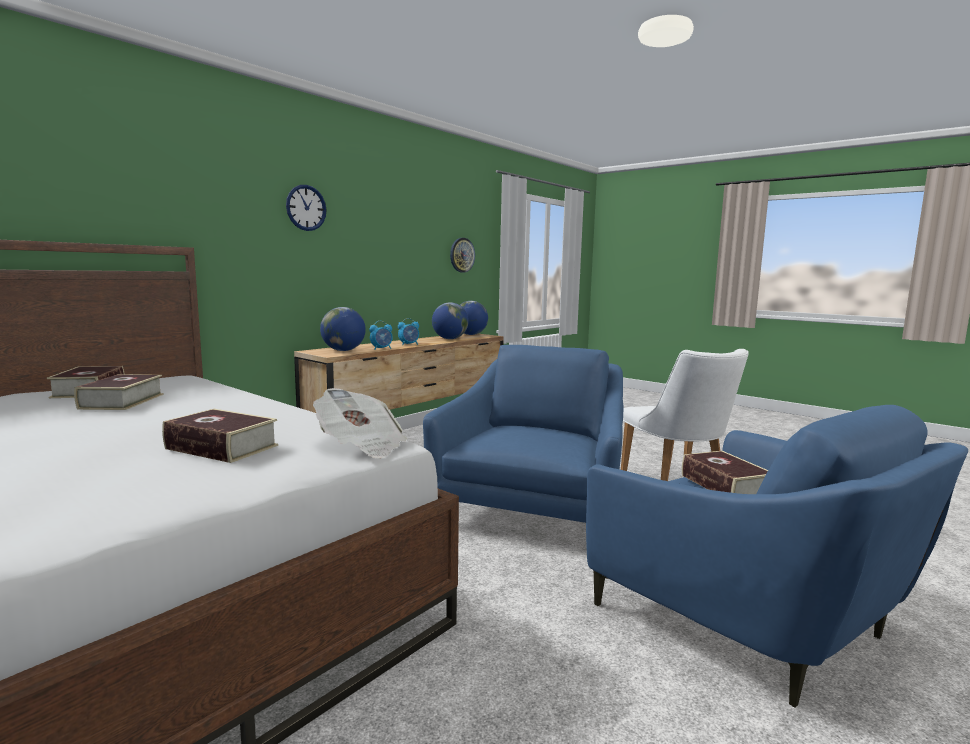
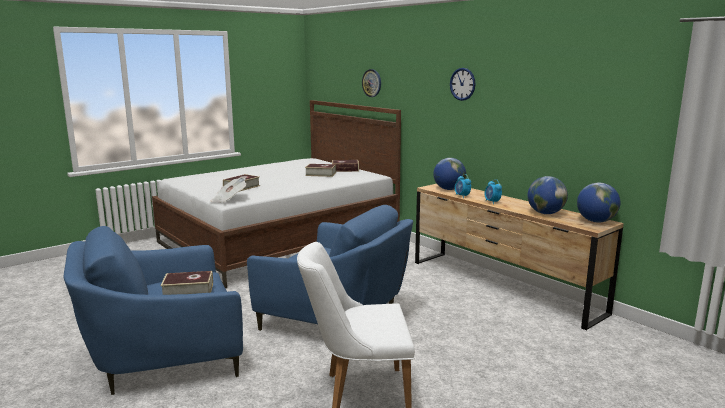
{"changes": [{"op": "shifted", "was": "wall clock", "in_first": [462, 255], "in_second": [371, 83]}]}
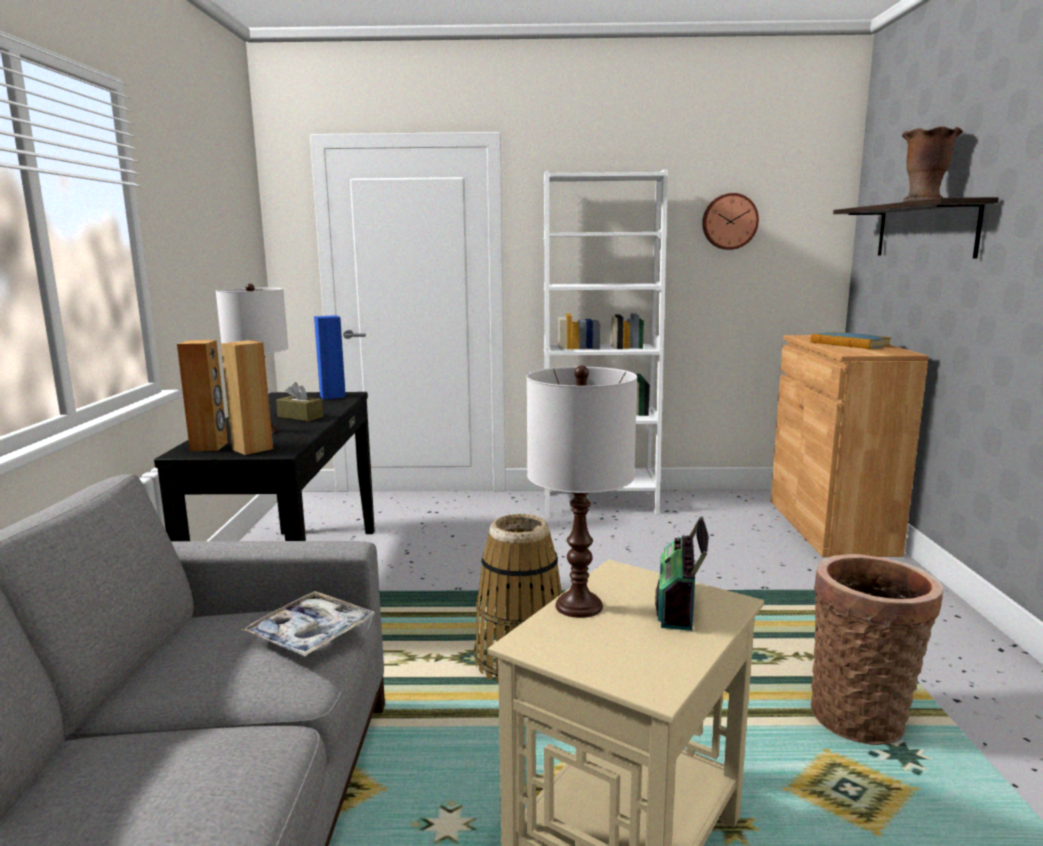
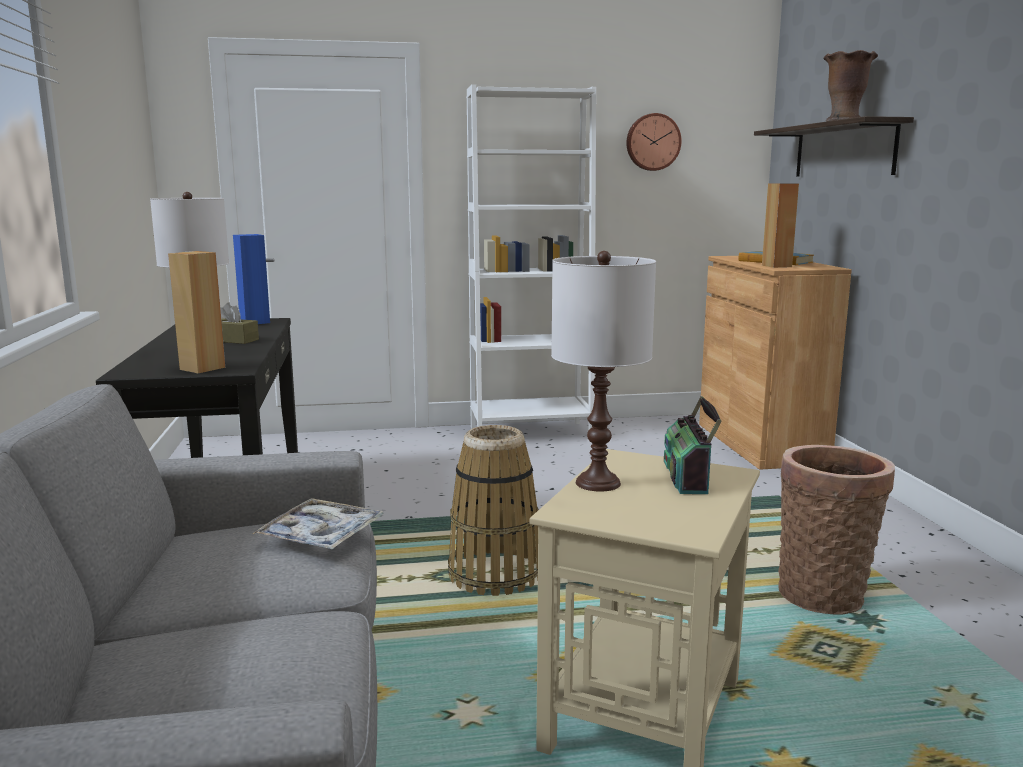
{"changes": [{"op": "shifted", "was": "speaker (brown)", "in_first": [202, 395], "in_second": [780, 225]}]}
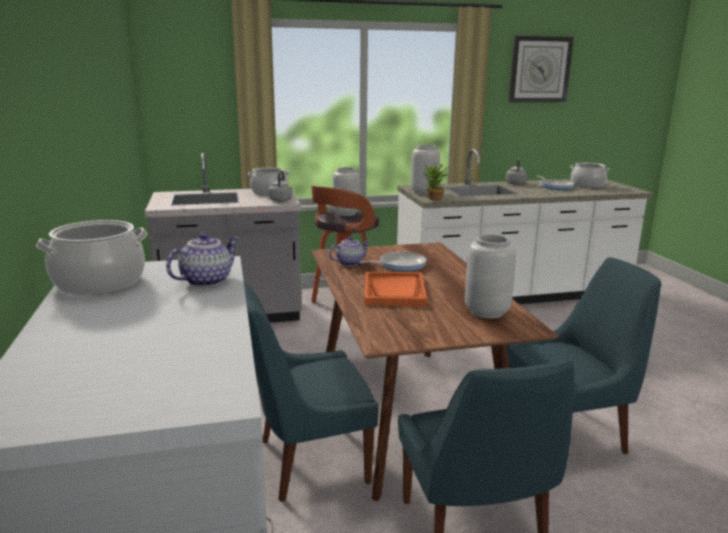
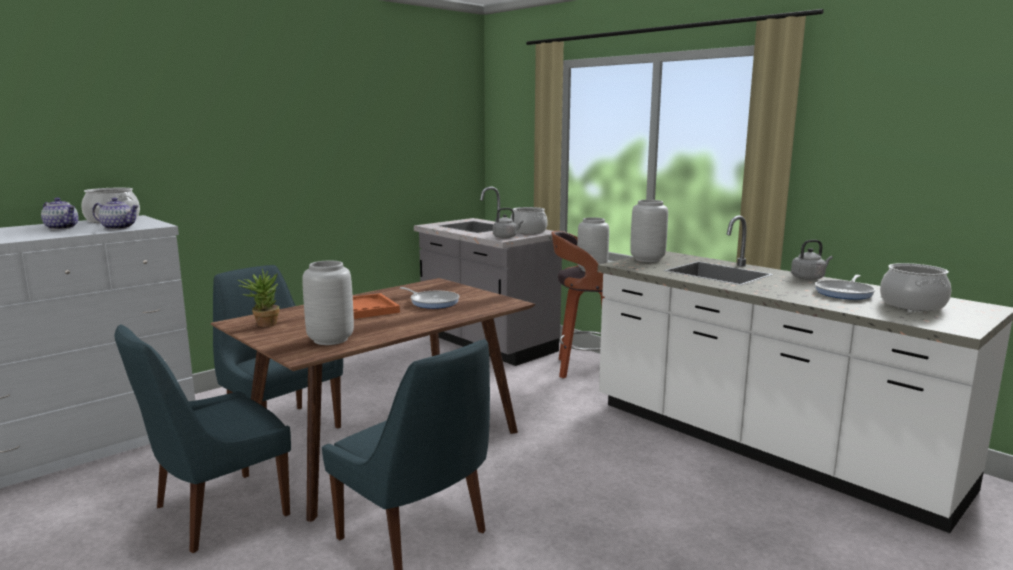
{"changes": [{"op": "shifted", "was": "teapot", "in_first": [349, 251], "in_second": [60, 213]}, {"op": "shifted", "was": "potted plant", "in_first": [436, 182], "in_second": [258, 297]}, {"op": "gone", "was": "wall clock", "in_first": [541, 69]}]}
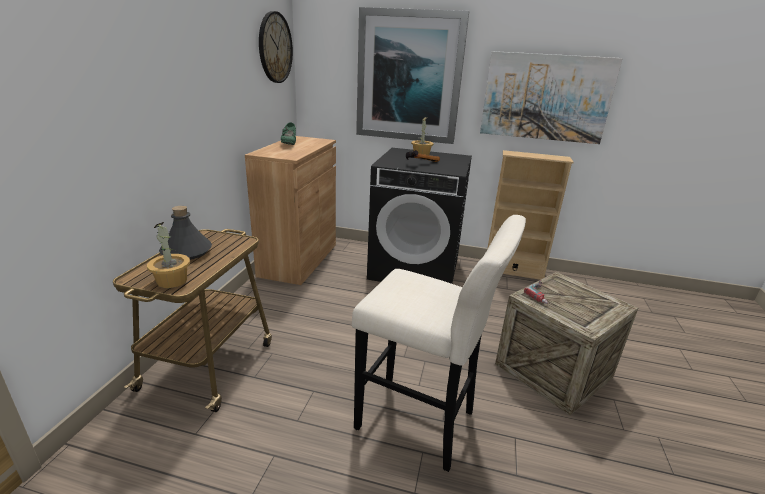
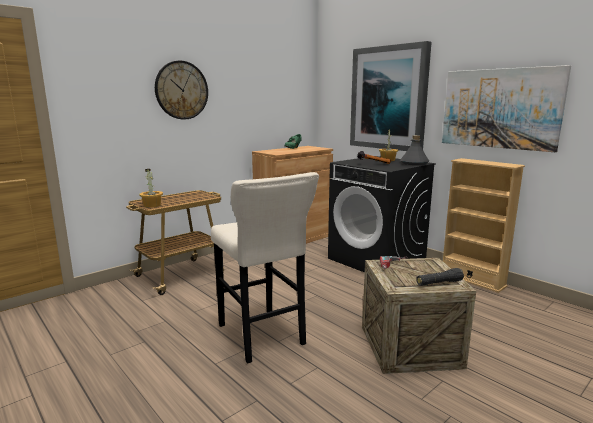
{"changes": [{"op": "shifted", "was": "bottle (grey)", "in_first": [185, 233], "in_second": [414, 150]}, {"op": "shifted", "was": "wall clock", "in_first": [276, 47], "in_second": [181, 90]}, {"op": "new", "now": "flashlight (black)", "in_second": [440, 277]}]}
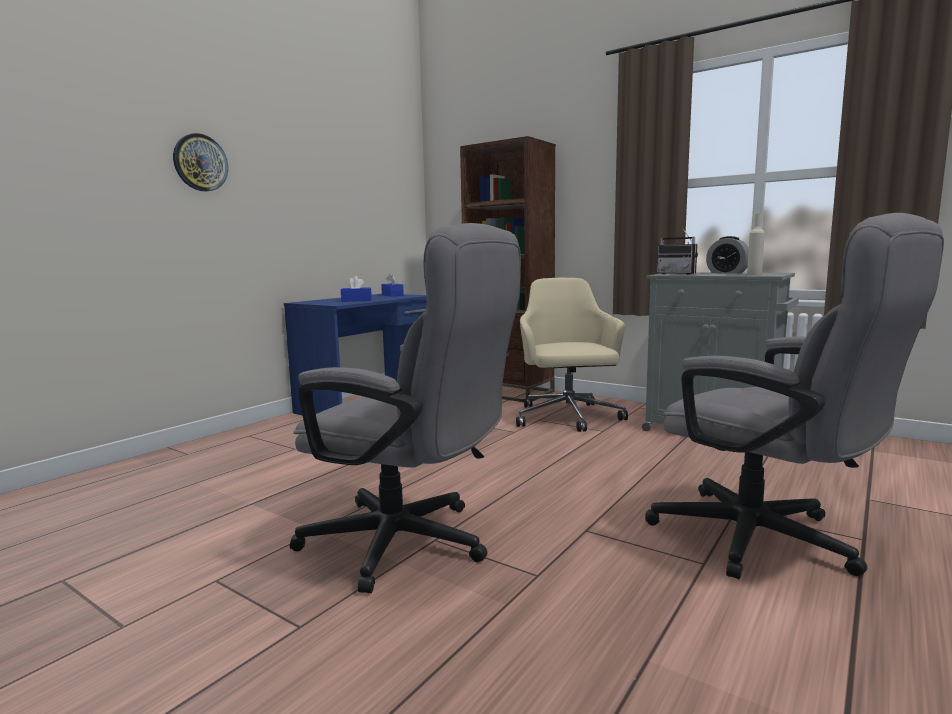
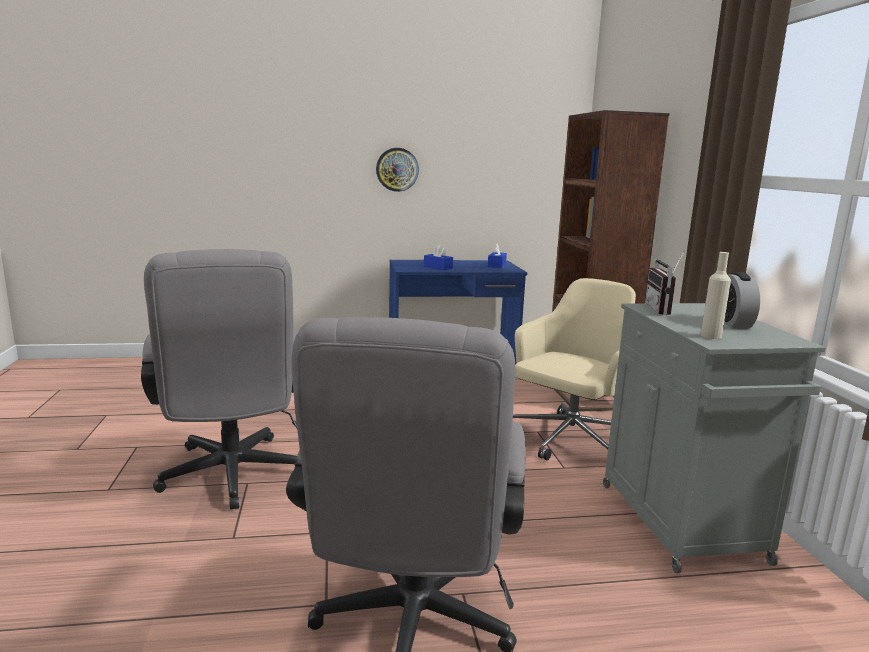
{"changes": [{"op": "shifted", "was": "wall clock", "in_first": [200, 162], "in_second": [397, 170]}]}
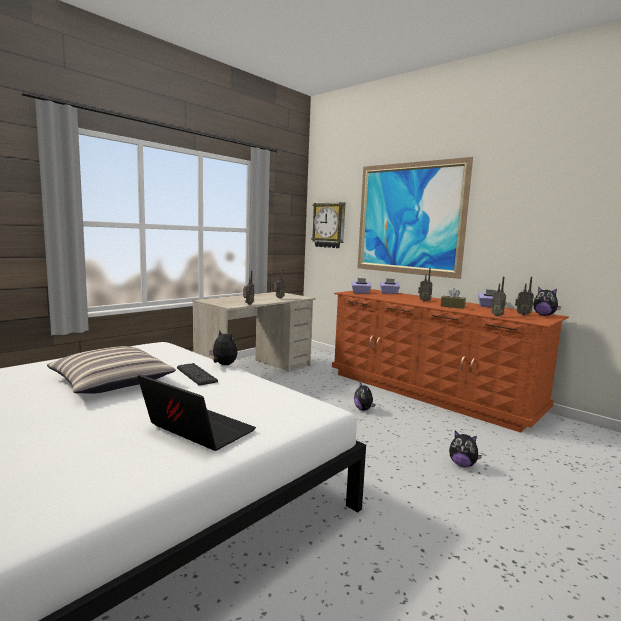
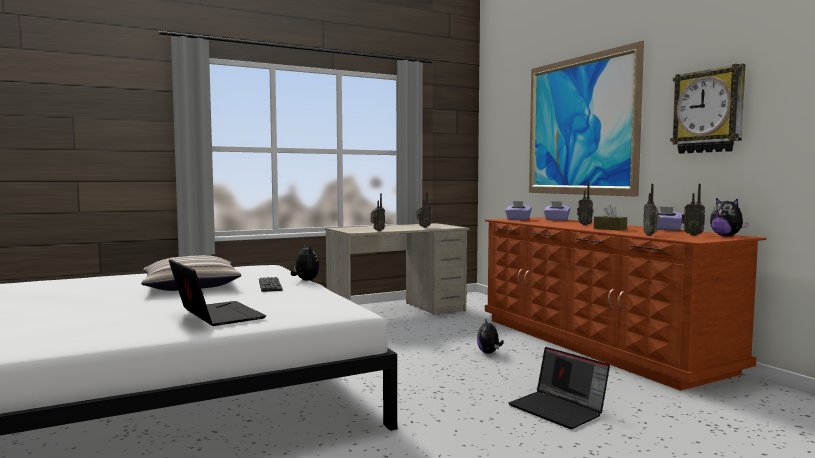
{"changes": [{"op": "shifted", "was": "wall clock", "in_first": [328, 225], "in_second": [707, 109]}, {"op": "swapped", "was": "plush toy", "now": "laptop", "in_first": [465, 449], "in_second": [559, 388]}]}
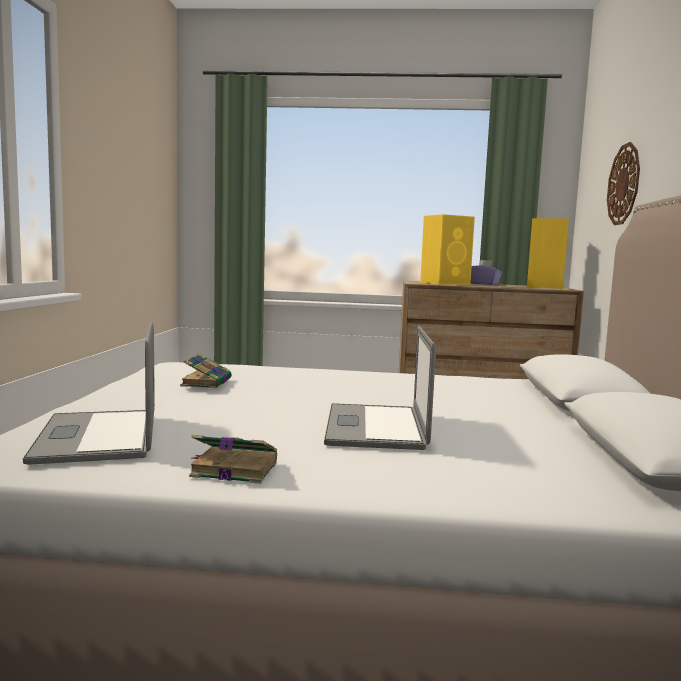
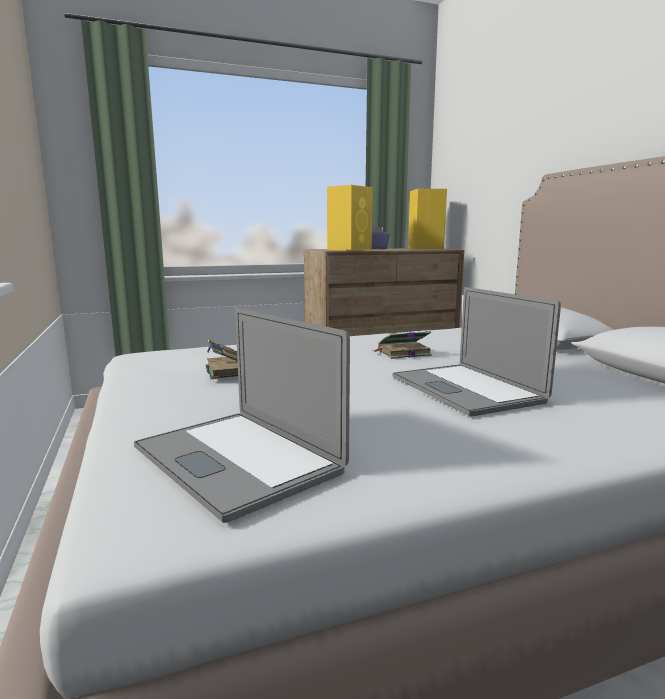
{"changes": [{"op": "shifted", "was": "book", "in_first": [233, 459], "in_second": [402, 345]}, {"op": "gone", "was": "wall clock", "in_first": [623, 183]}]}
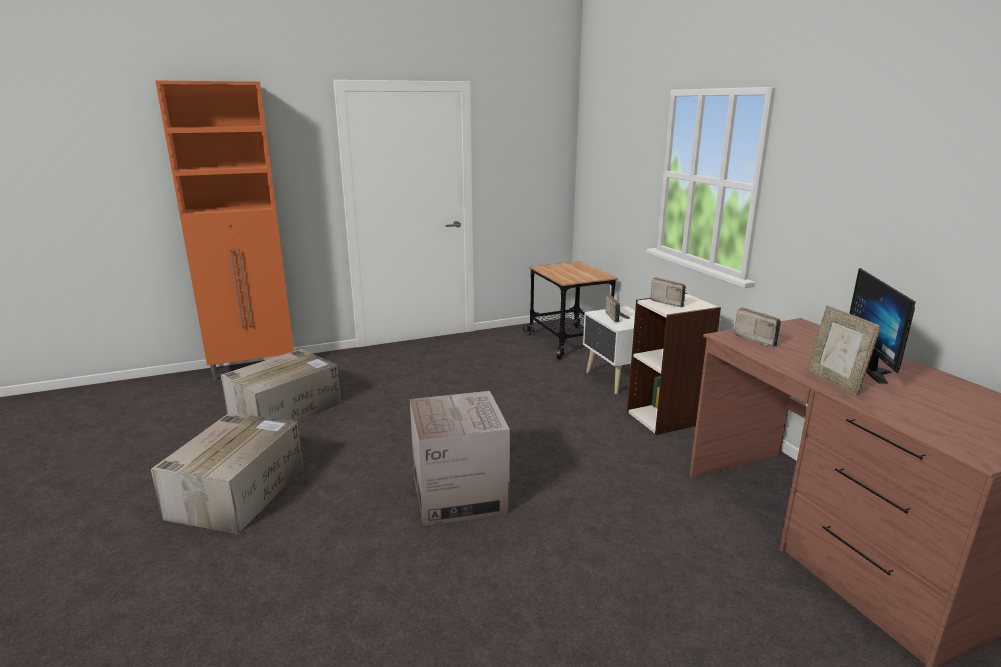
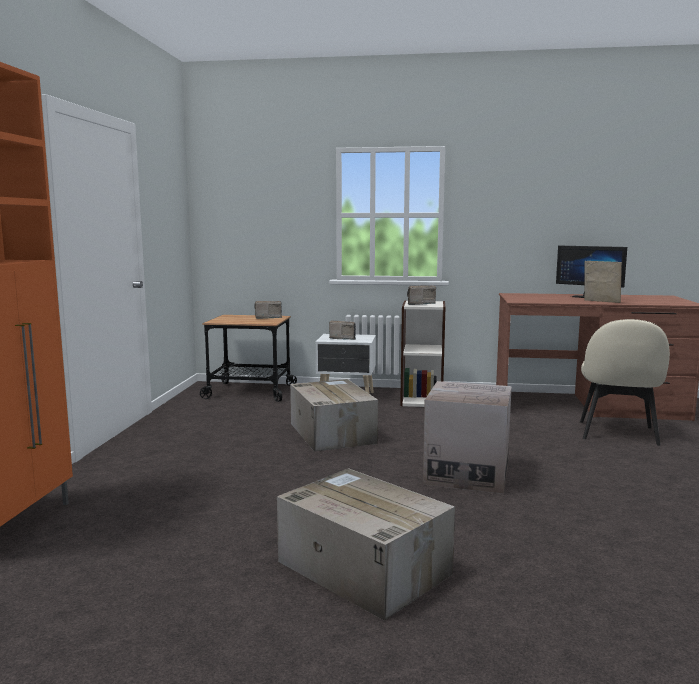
{"changes": [{"op": "shifted", "was": "cardboard box", "in_first": [281, 385], "in_second": [334, 415]}, {"op": "shifted", "was": "radio", "in_first": [757, 327], "in_second": [268, 310]}, {"op": "rotated", "was": "picture frame", "in_first": [844, 351], "in_second": [603, 282], "clockwise": -150}, {"op": "new", "now": "chair (beige)", "in_second": [625, 382]}]}
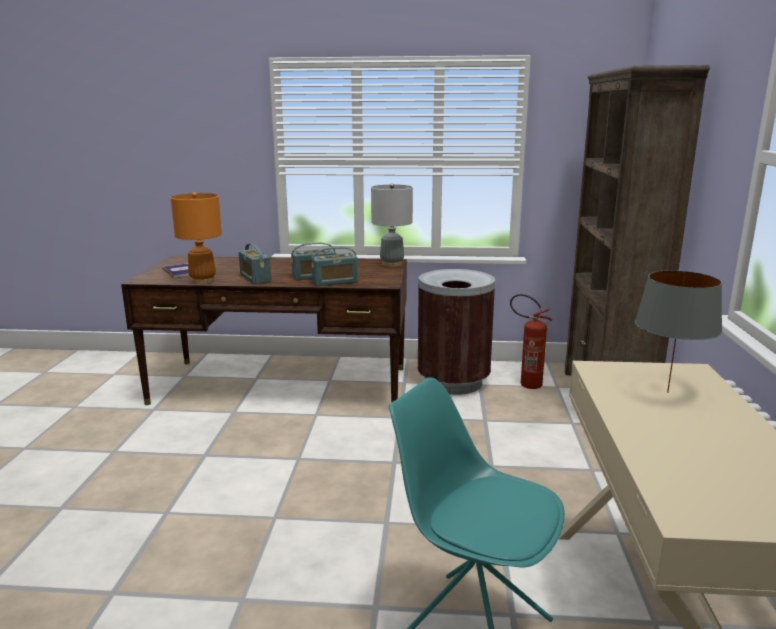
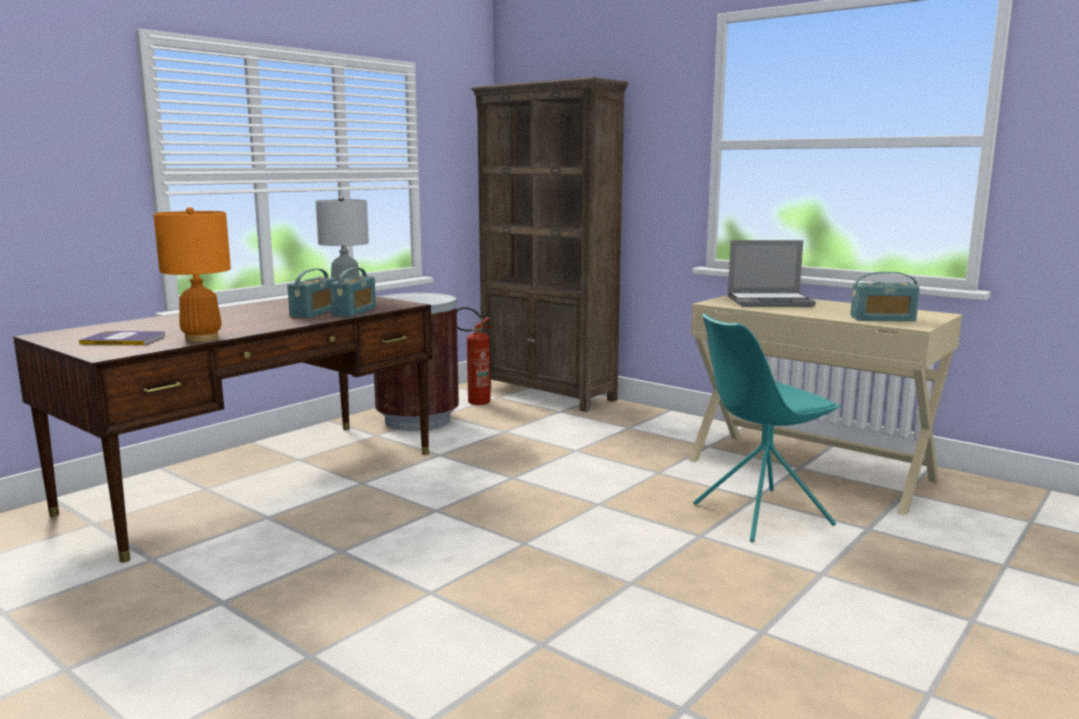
{"changes": [{"op": "shifted", "was": "radio", "in_first": [255, 263], "in_second": [885, 296]}, {"op": "swapped", "was": "table lamp (grey)", "now": "laptop", "in_first": [678, 331], "in_second": [772, 273]}]}
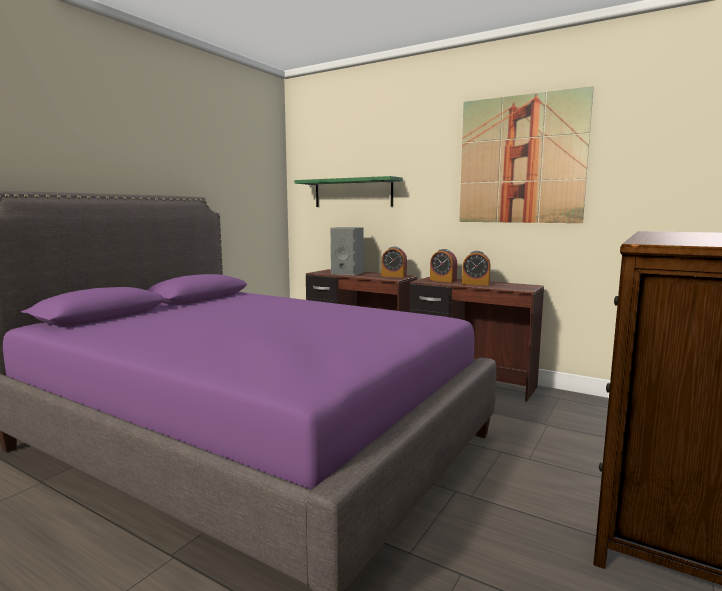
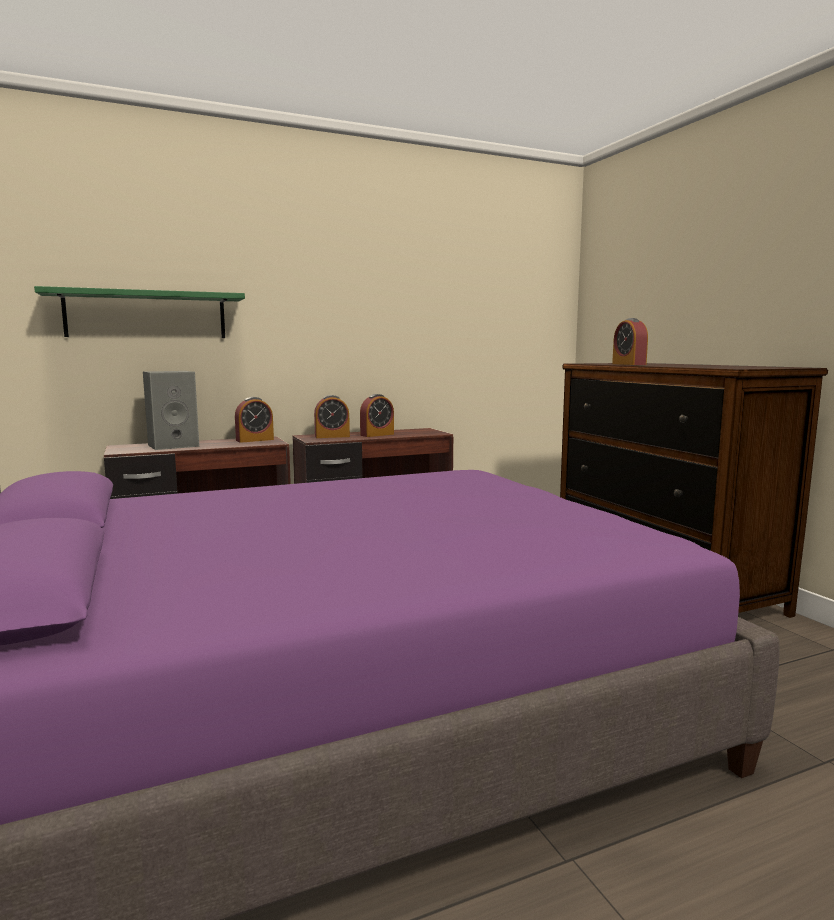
{"changes": [{"op": "gone", "was": "picture", "in_first": [526, 154]}, {"op": "new", "now": "alarm clock", "in_second": [630, 341]}]}
